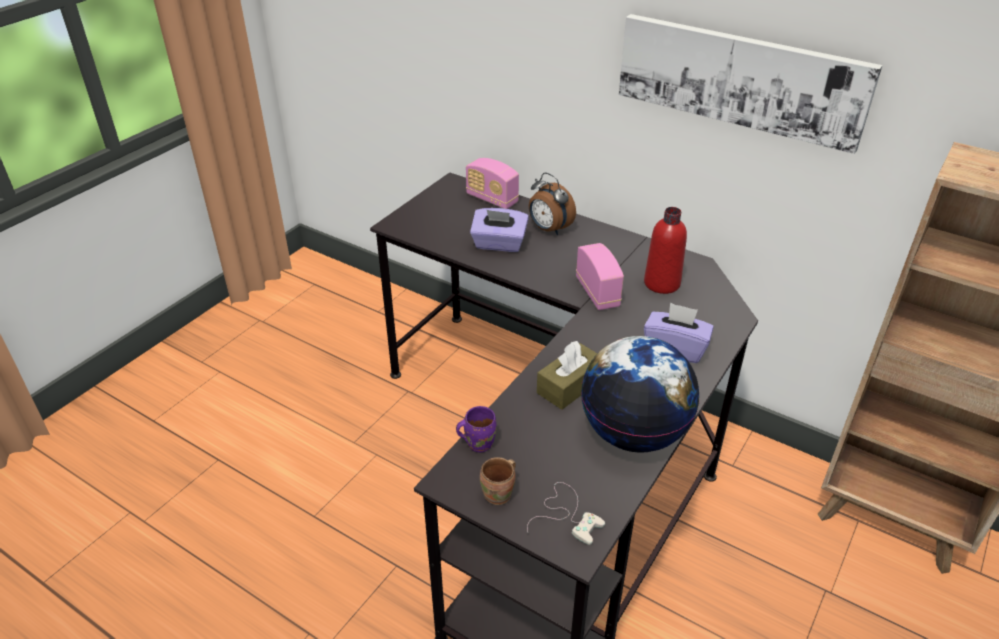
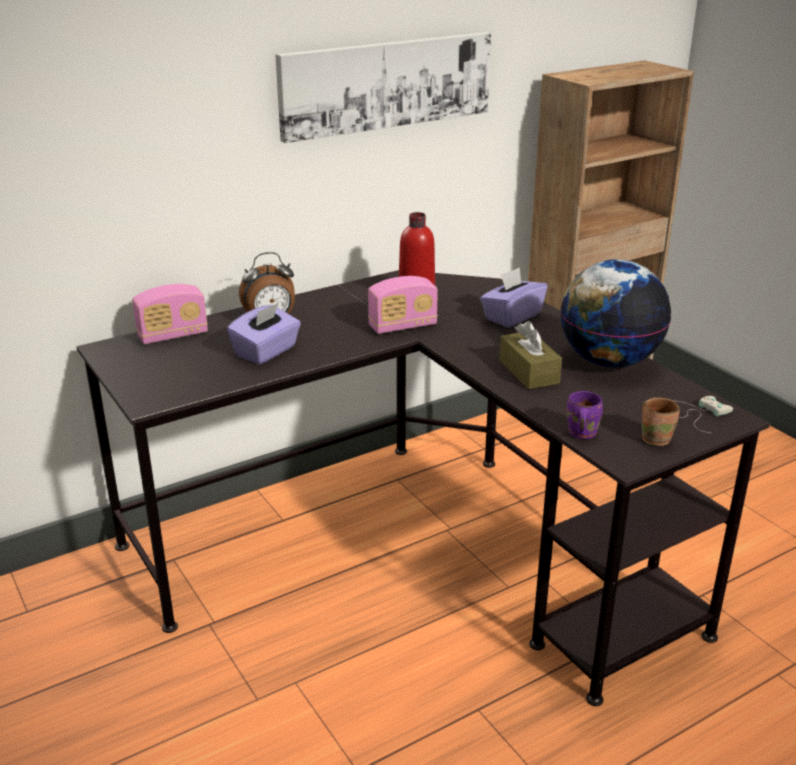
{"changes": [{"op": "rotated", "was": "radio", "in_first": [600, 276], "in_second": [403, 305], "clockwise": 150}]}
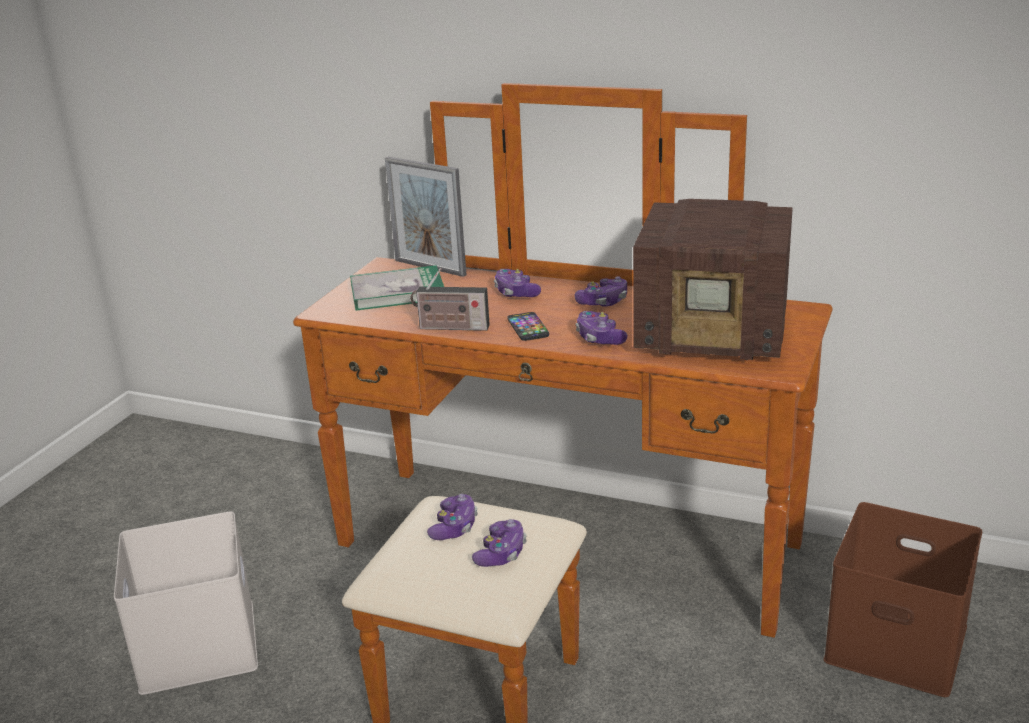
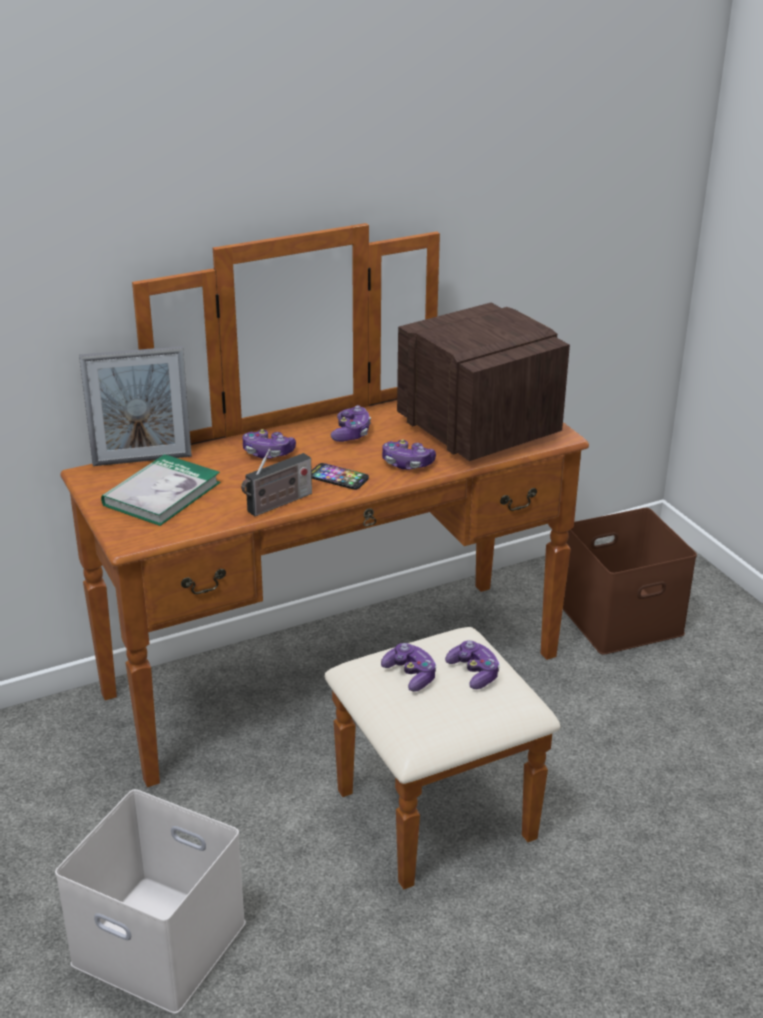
{"changes": [{"op": "rotated", "was": "radio", "in_first": [713, 279], "in_second": [483, 382], "clockwise": -90}]}
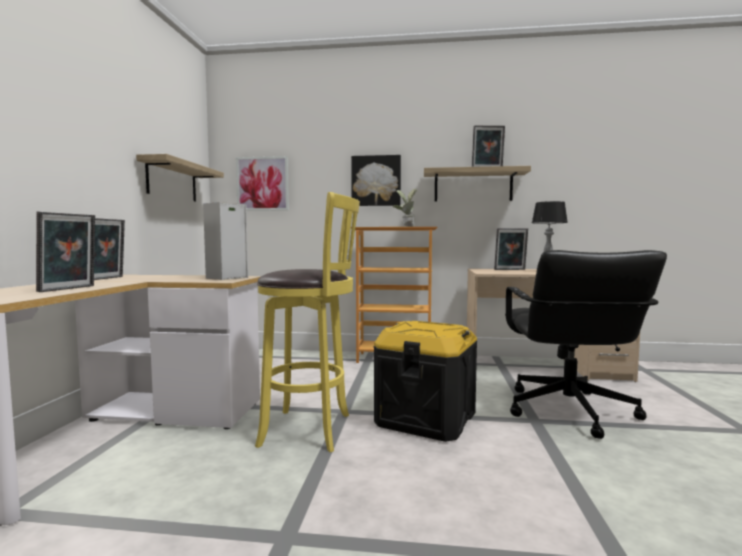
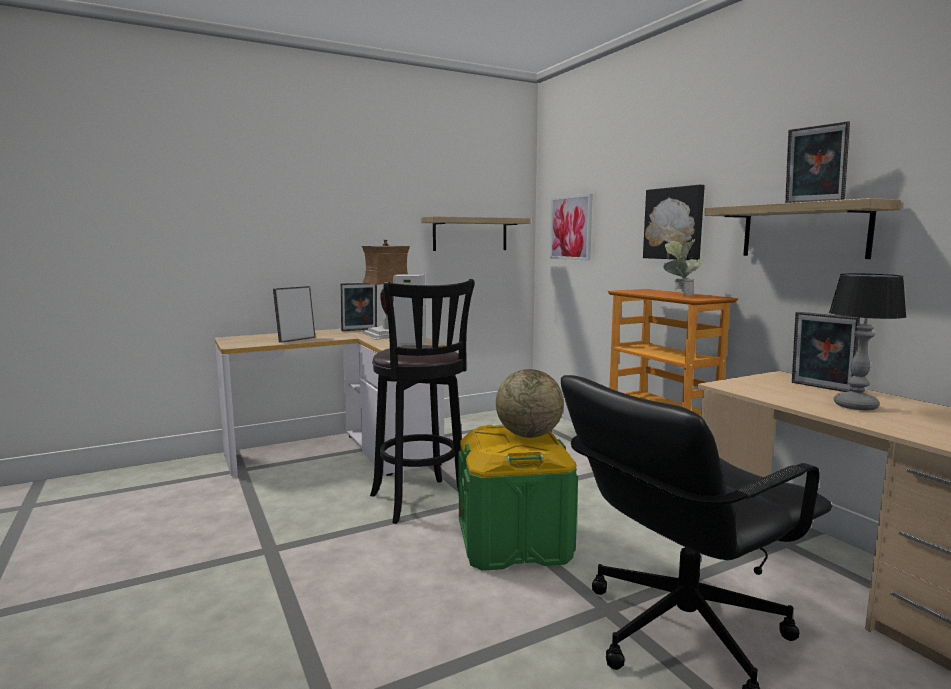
{"changes": [{"op": "rotated", "was": "picture frame", "in_first": [65, 252], "in_second": [294, 314], "clockwise": 150}, {"op": "repainted", "was": "stool (yellow)", "now": "stool (black)", "in_first": [307, 322], "in_second": [422, 401]}, {"op": "repainted", "was": "storage box (black)", "now": "storage box (green)", "in_first": [425, 381], "in_second": [518, 498]}, {"op": "new", "now": "table lamp", "in_second": [384, 290]}, {"op": "new", "now": "globe", "in_second": [530, 403]}]}
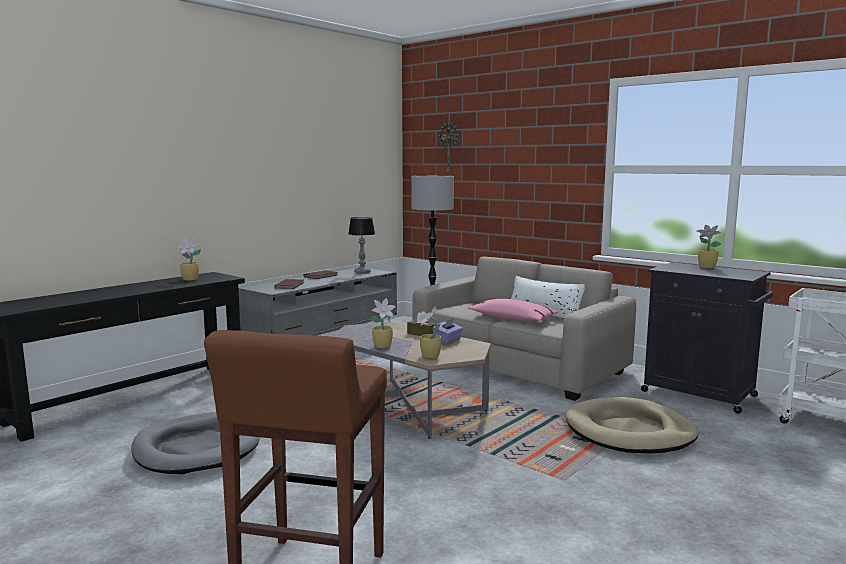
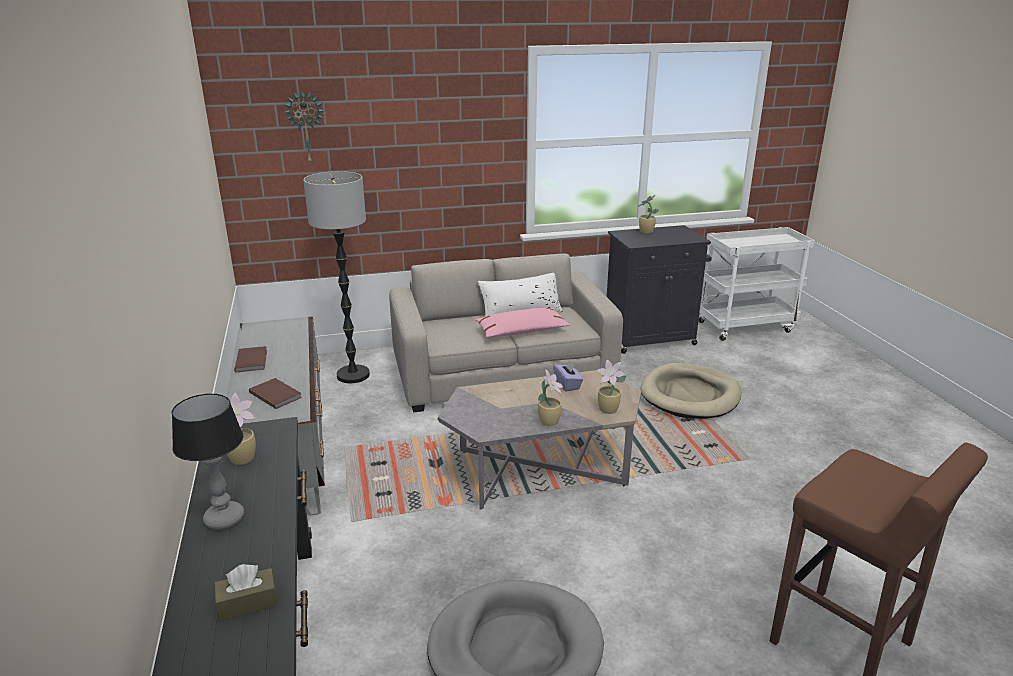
{"changes": [{"op": "shifted", "was": "table lamp", "in_first": [361, 245], "in_second": [208, 462]}, {"op": "shifted", "was": "tissue box (brown)", "in_first": [422, 323], "in_second": [246, 592]}]}
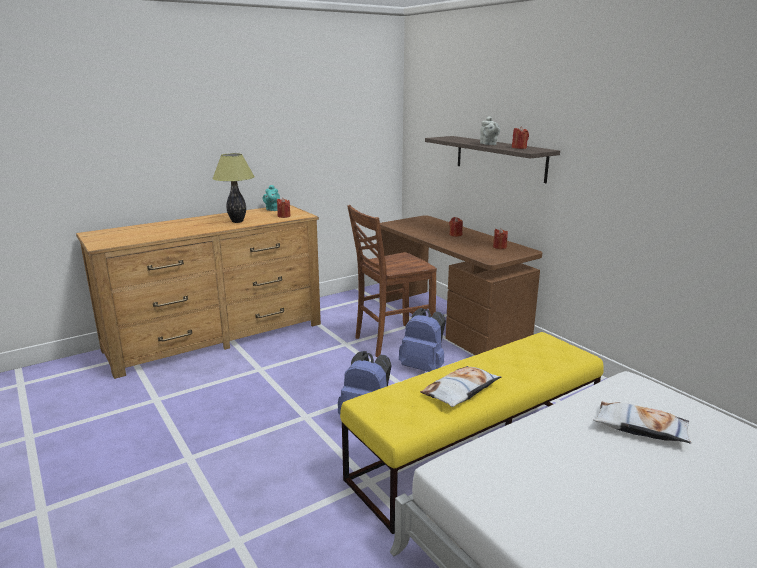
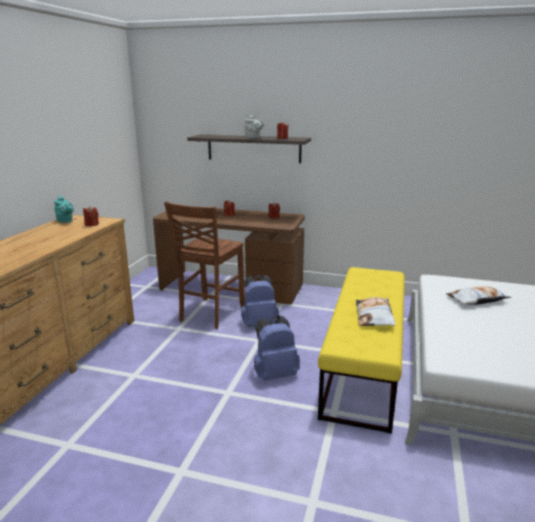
{"changes": [{"op": "gone", "was": "table lamp", "in_first": [233, 188]}]}
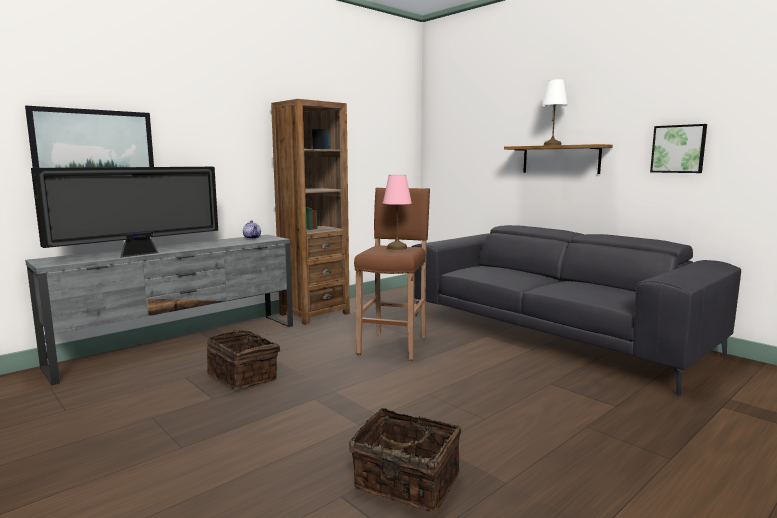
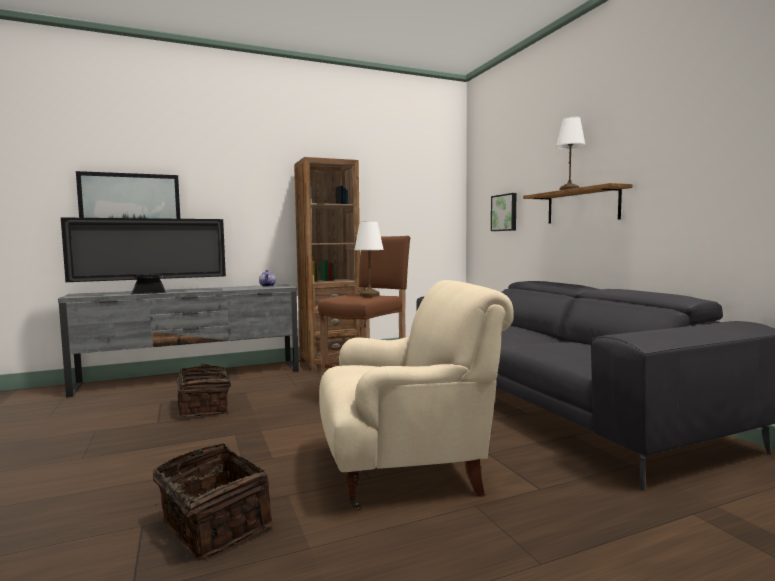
{"changes": [{"op": "repainted", "was": "table lamp (pink)", "now": "table lamp (white)", "in_first": [397, 212], "in_second": [369, 259]}, {"op": "shifted", "was": "picture", "in_first": [678, 148], "in_second": [503, 212]}, {"op": "new", "now": "armchair (beige)", "in_second": [416, 394]}]}
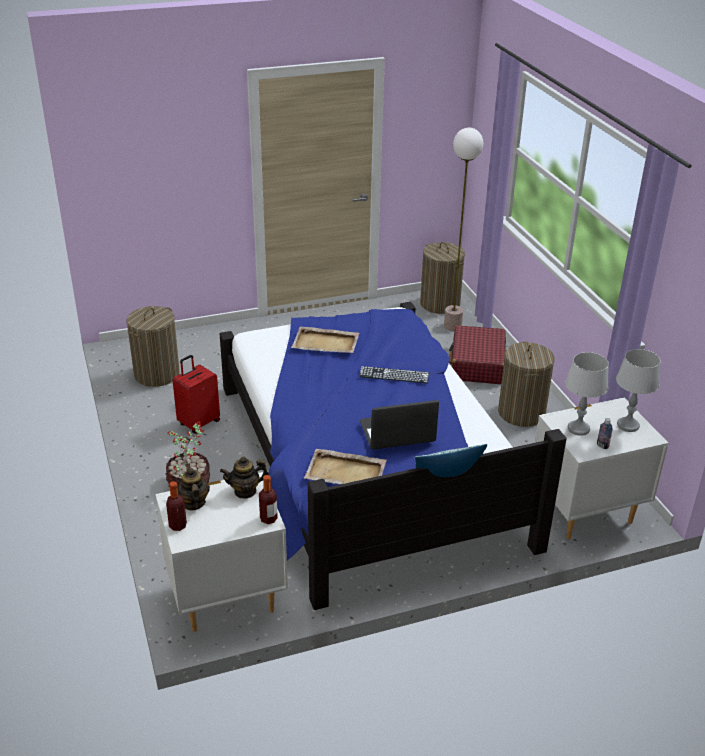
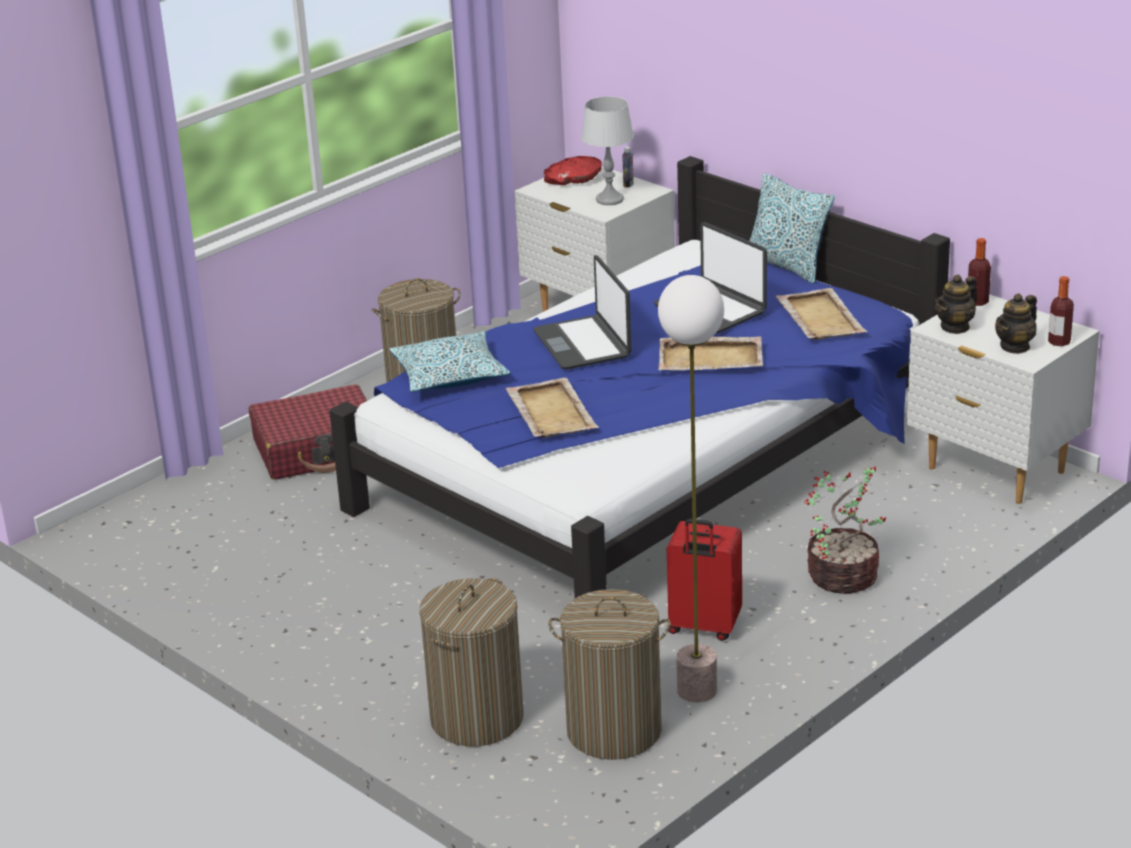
{"changes": [{"op": "rotated", "was": "teapot", "in_first": [244, 478], "in_second": [956, 304], "clockwise": 90}, {"op": "swapped", "was": "keyboard", "now": "laptop", "in_first": [394, 374], "in_second": [582, 312]}, {"op": "shifted", "was": "laundry basket", "in_first": [442, 278], "in_second": [471, 662]}, {"op": "shifted", "was": "floor lamp", "in_first": [463, 229], "in_second": [691, 489]}, {"op": "swapped", "was": "table lamp (grey)", "now": "bowl (red)", "in_first": [638, 390], "in_second": [573, 170]}, {"op": "new", "now": "pillow", "in_second": [450, 361]}, {"op": "new", "now": "tray (beige)", "in_second": [710, 353]}]}
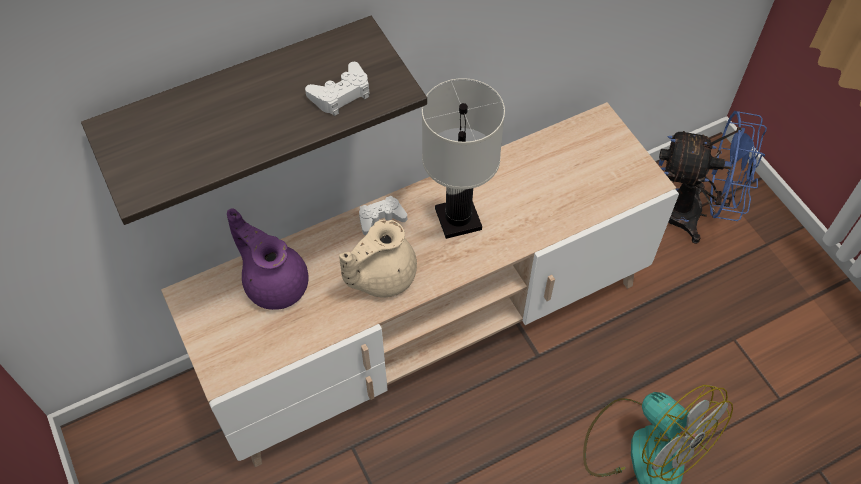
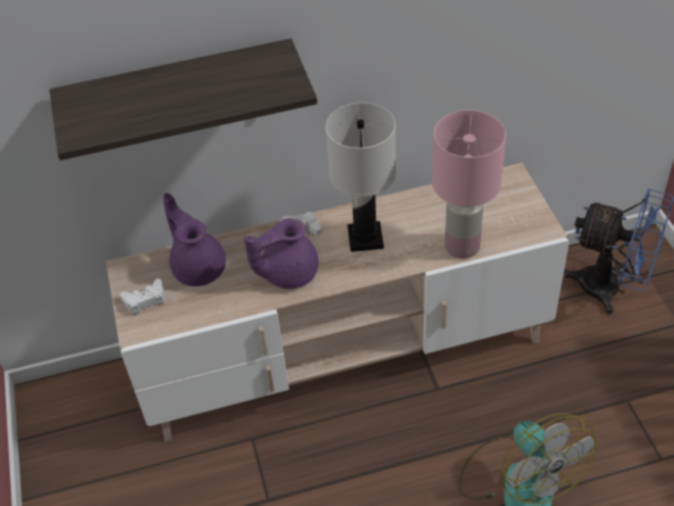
{"changes": [{"op": "shifted", "was": "game controller (white)", "in_first": [337, 89], "in_second": [142, 297]}, {"op": "repainted", "was": "teapot (beige)", "now": "teapot (purple)", "in_first": [378, 259], "in_second": [281, 253]}, {"op": "new", "now": "table lamp (pink)", "in_second": [469, 184]}]}
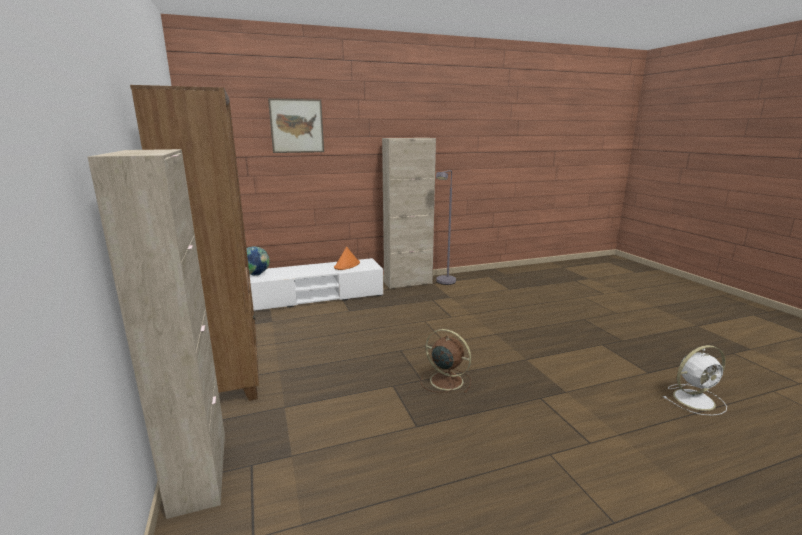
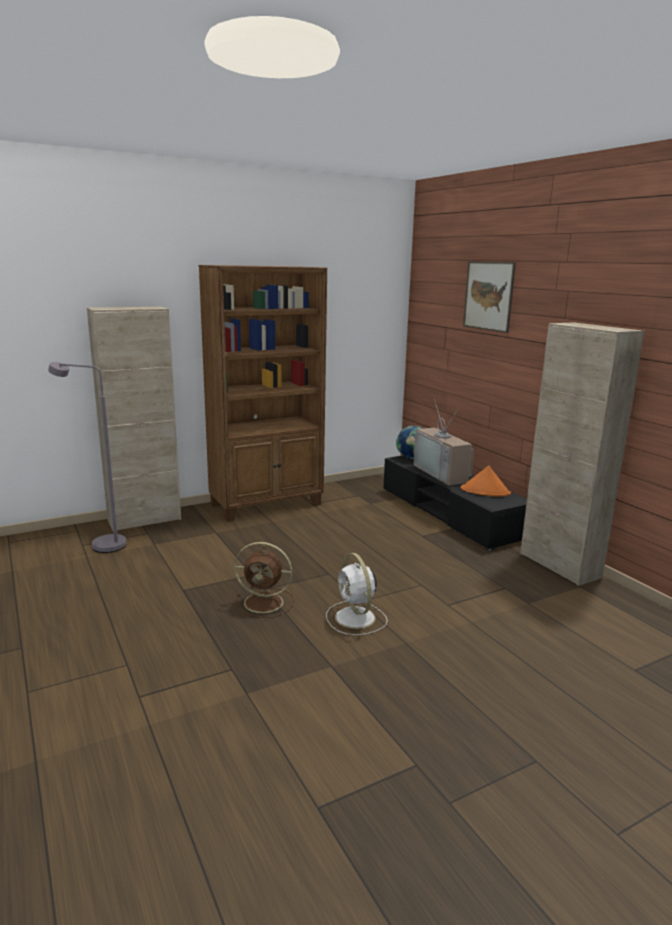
{"changes": [{"op": "repainted", "was": "tv stand (white)", "now": "tv stand (black)", "in_first": [316, 284], "in_second": [455, 503]}, {"op": "rotated", "was": "fan (brown)", "in_first": [446, 361], "in_second": [264, 580], "clockwise": 75}, {"op": "shifted", "was": "floor lamp (grey)", "in_first": [446, 227], "in_second": [87, 457]}, {"op": "shifted", "was": "fan (white)", "in_first": [695, 380], "in_second": [357, 594]}, {"op": "new", "now": "television", "in_second": [444, 442]}]}
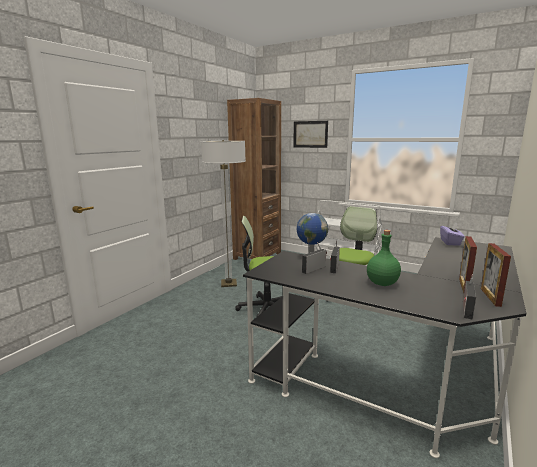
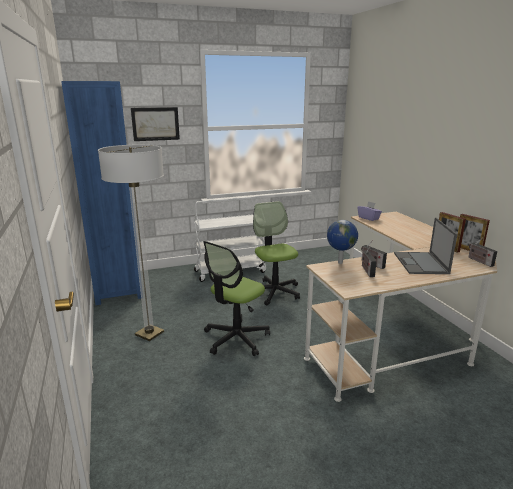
{"changes": [{"op": "repainted", "was": "bookcase (brown)", "now": "bookcase (blue)", "in_first": [254, 179], "in_second": [101, 193]}, {"op": "repainted", "was": "desk (black)", "now": "desk (beige)", "in_first": [384, 347], "in_second": [400, 307]}, {"op": "swapped", "was": "bottle (green)", "now": "laptop", "in_first": [384, 258], "in_second": [425, 246]}]}
